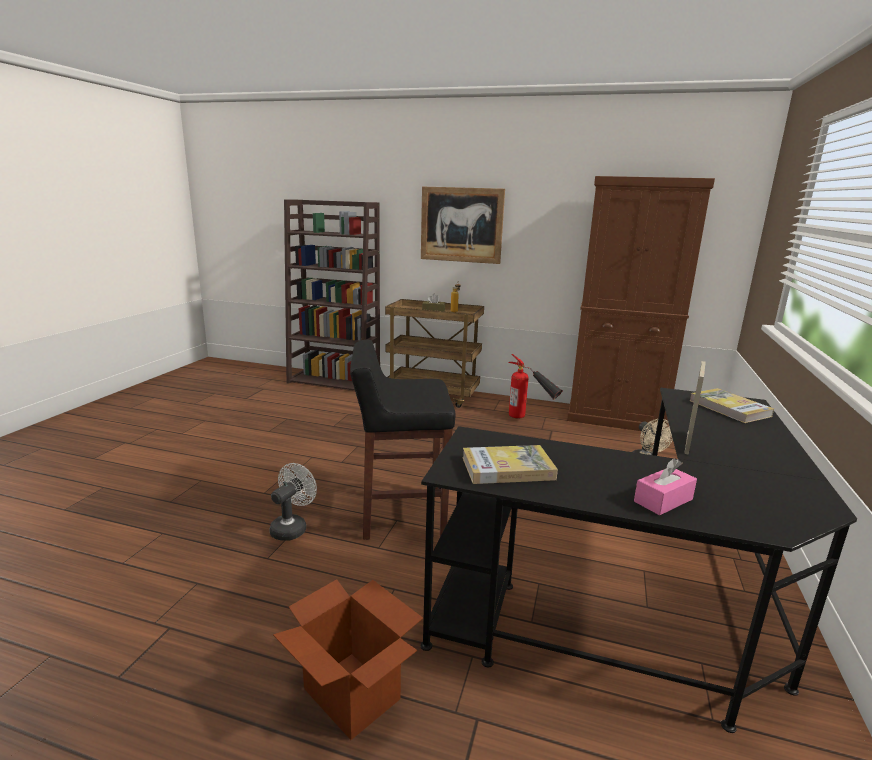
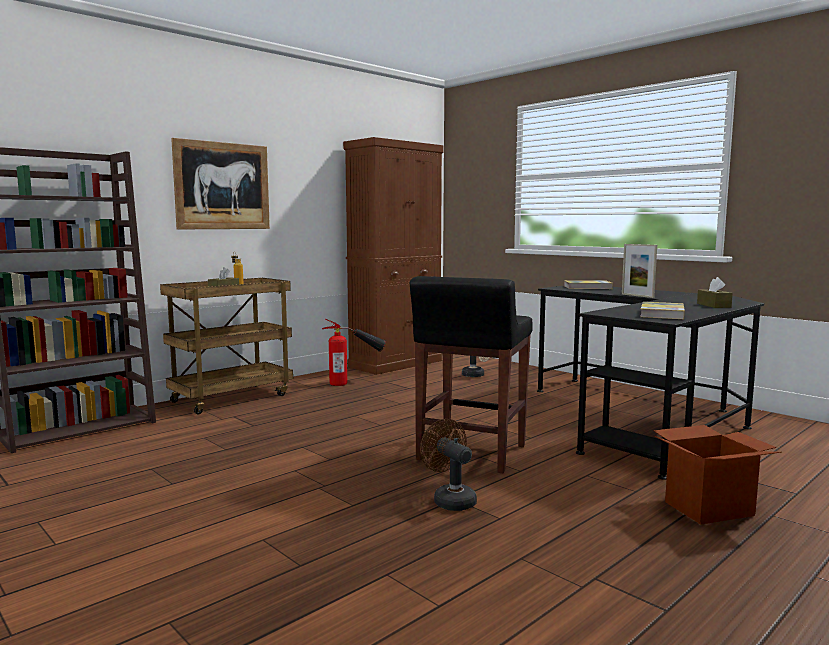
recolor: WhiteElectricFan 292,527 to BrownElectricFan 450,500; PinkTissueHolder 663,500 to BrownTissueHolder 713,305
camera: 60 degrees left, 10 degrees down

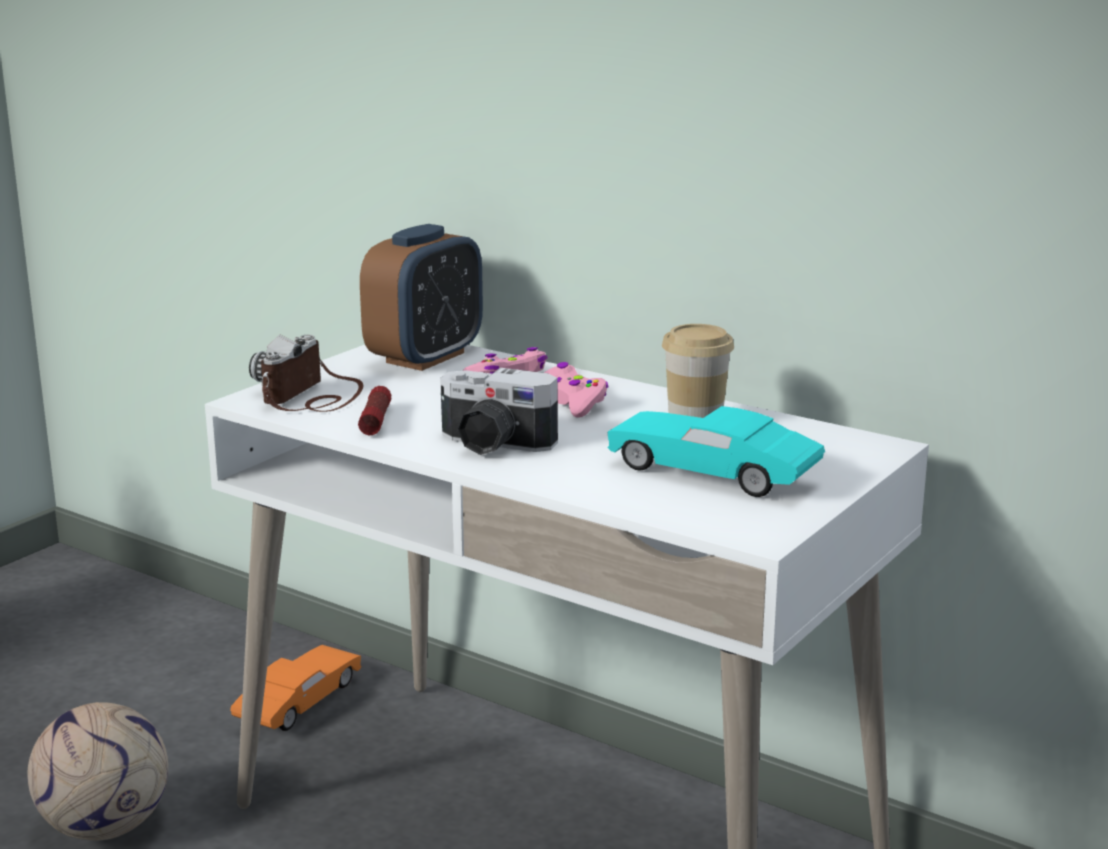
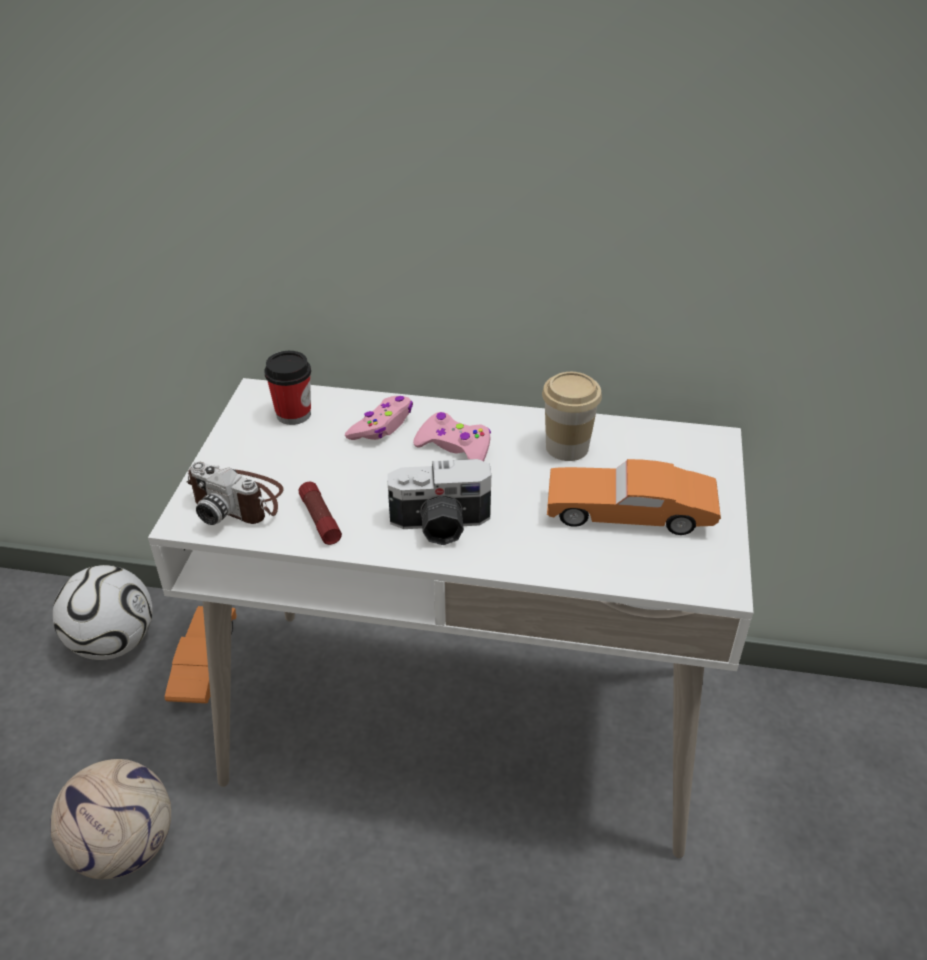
insert: FootballBall 114,643
replace: TableClock 425,357 to Cup 293,414
recolor: TurquoiseToyCar 713,474 to OrangeyToyCar 630,514
rotate: StillCamera 311,397 = 238,500 60 degrees counterclockwise
camera: 25 degrees left, 20 degrees up

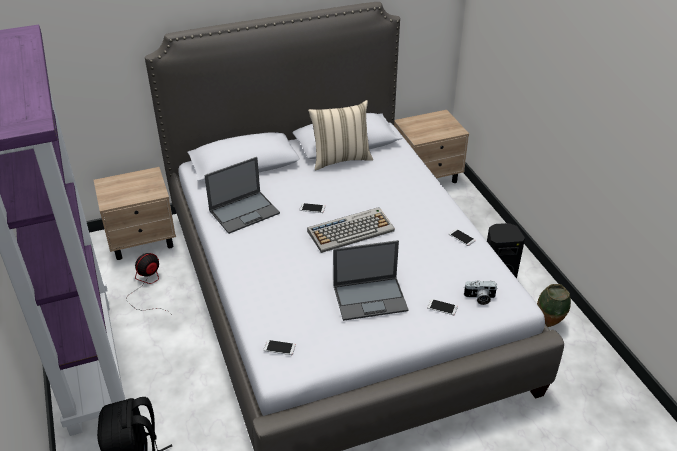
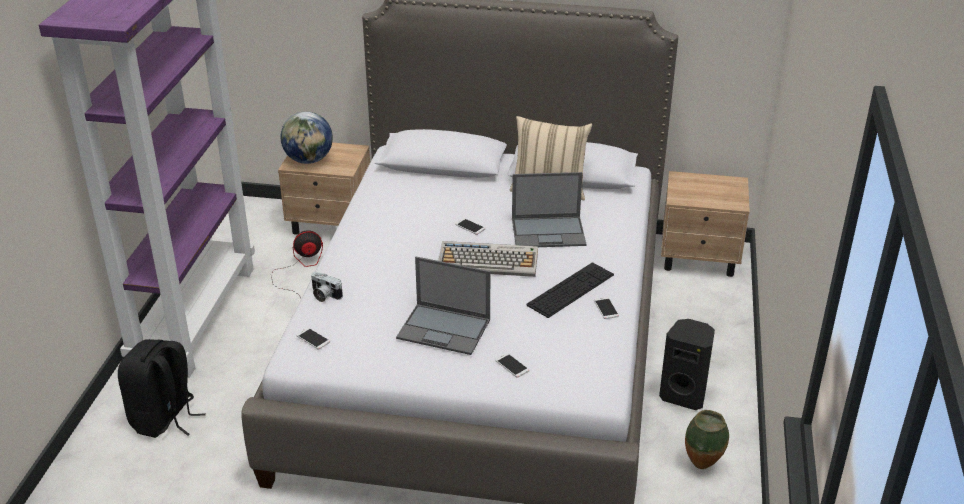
insert: WorldGlobe 309,160; PcKeyboard 571,290
move: StillCamera 479,298 to 324,295; NotebookComputer 245,211 to 549,232
camera: 30 degrees right, 5 degrees down

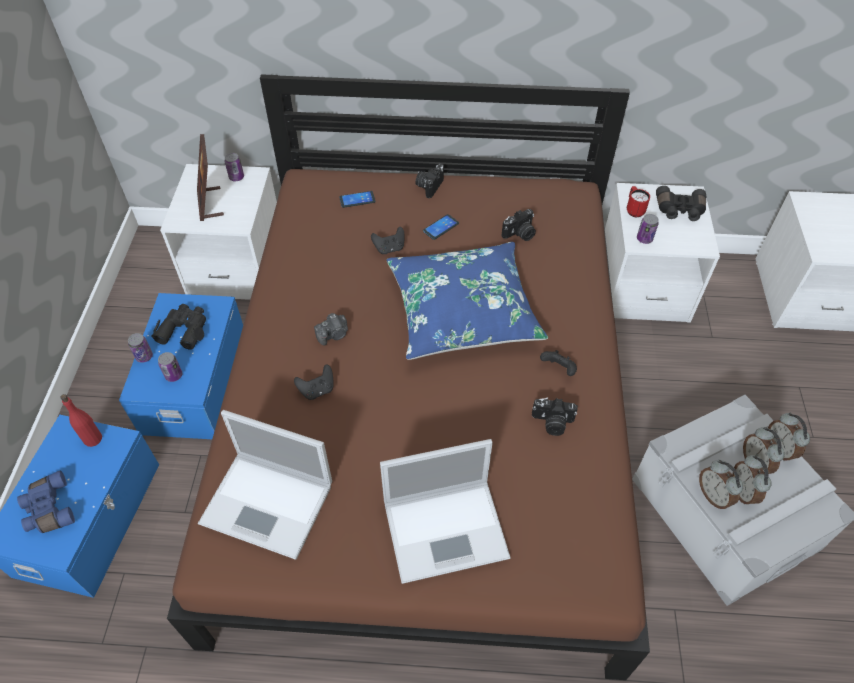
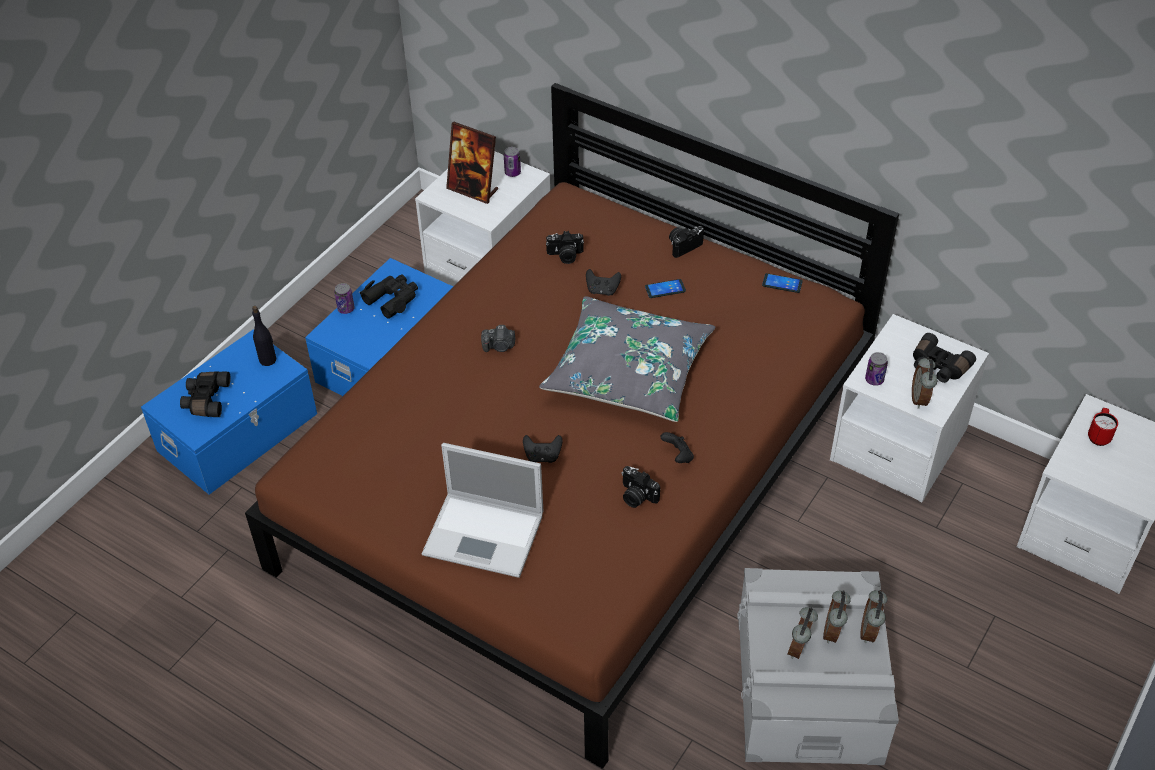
delete: Can 174,375; NotebookComputer 269,504
move: BlackishGameController 317,390 to 542,456; StillCamera 520,234 to 565,256; Phone 357,199 to 782,283; TableClock 713,495 to 920,399; ReddishCoffeeMug 634,210 to 1098,435
recolor: BlueColouredPairOfBinoculars 48,509 to BlackishPairOfBinoculars 205,400; ReddishDrinkBottle 93,438 to BlackishDrinkBottle 268,360; BlueColouredPillow 463,311 to GreyPillow 628,371
rotate: PhotoFrame 210,204 = 473,190 75 degrees counterclockwise
camera: 30 degrees right, 5 degrees down

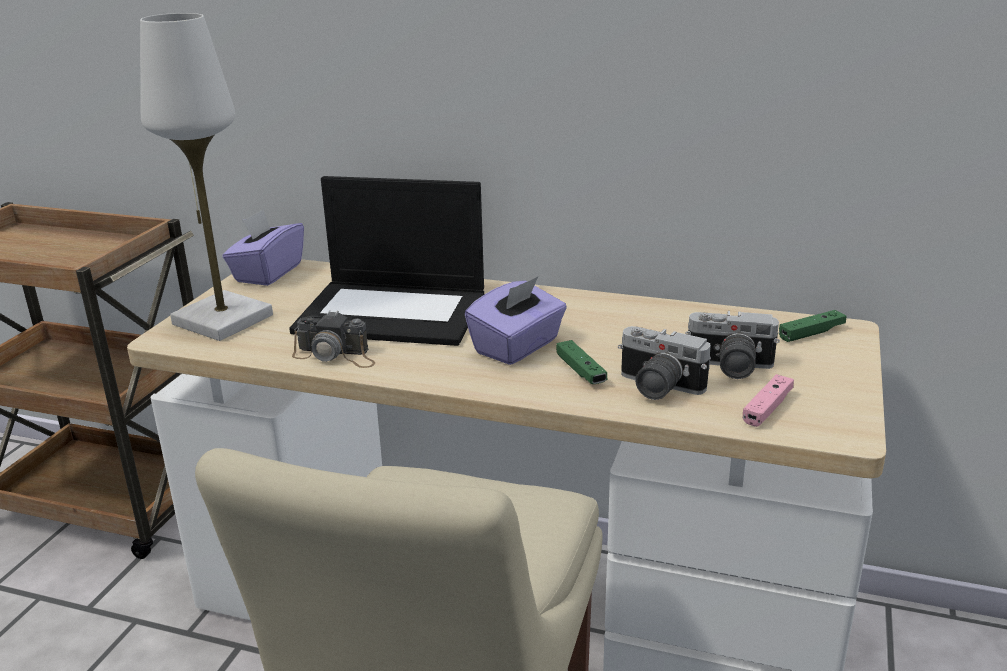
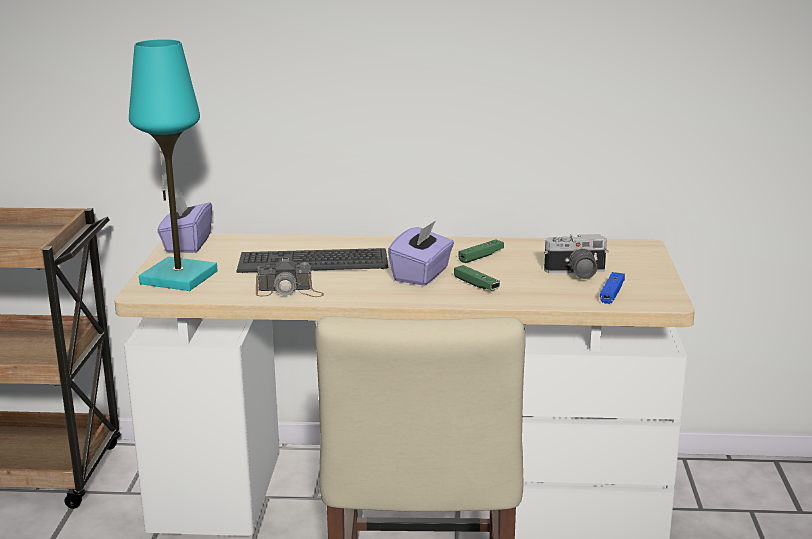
delete: StillCamera 656,388
move: GreenColouredGameController 811,333 to 481,256
replace: NotebookComputer 394,312 to PcKeyboard 313,262
recolor: WhiteLampForATable 222,320 to TurquoiseLampForATable 178,278; PinkGameController 767,408 to BlueColouredGameController 612,293
camera: 15 degrees left, 5 degrees down

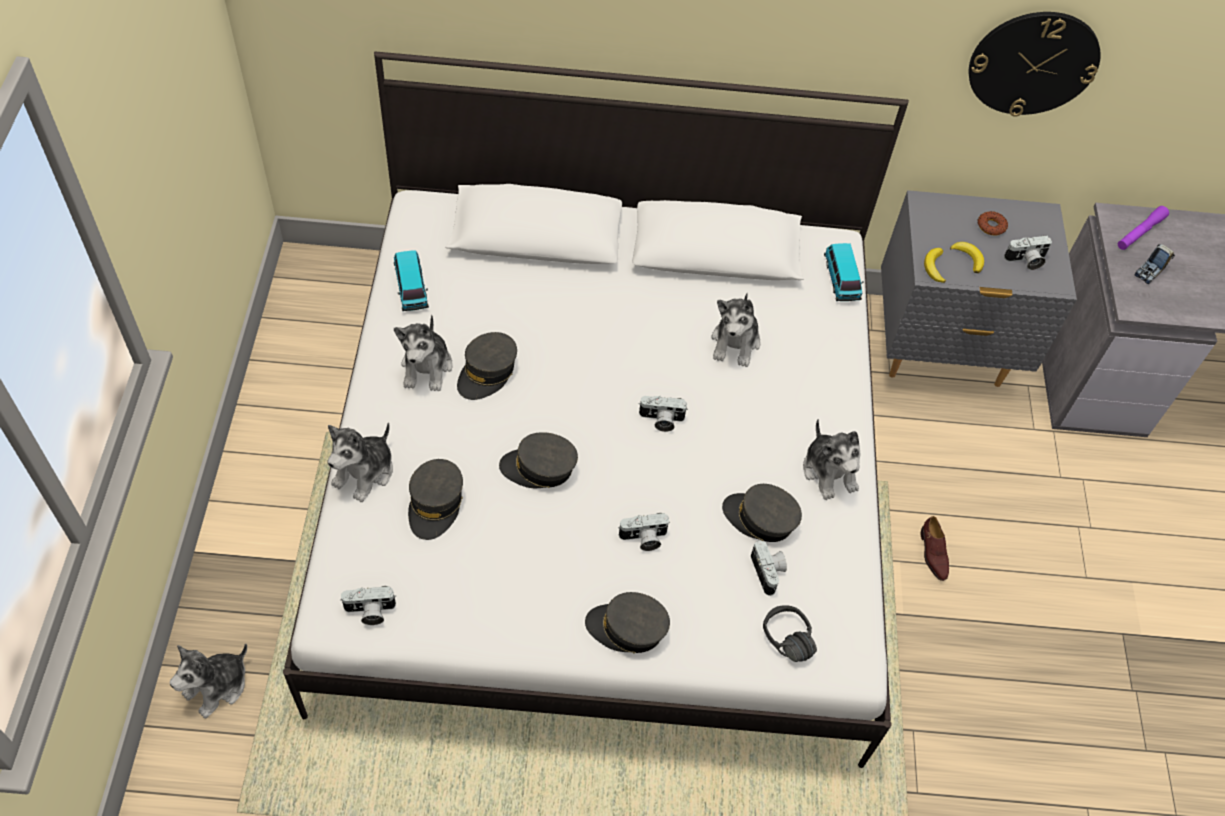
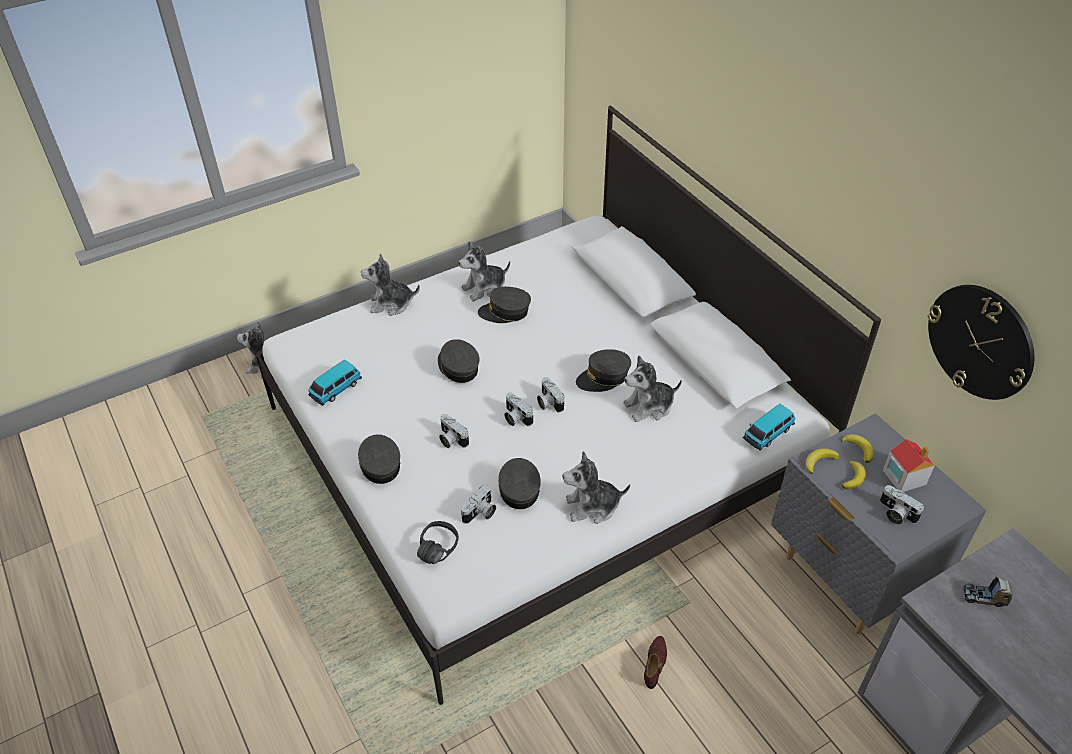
delete: PurpleHandTorch 1140,232
insert: BananaFruit 859,449
move: ToyCar 411,288 to 336,389; StillCamera 369,612 to 515,417; GreyPeakedCap 435,504 to 603,377
replace: Doughnut 991,226 to MiniatureHouse 903,477
rotate: PlushToy 829,471 = 593,506 45 degrees clockwise; BrownItemOfFootwear 933,554 = 655,663 150 degrees clockwise
camera: 60 degrees right, 10 degrees down

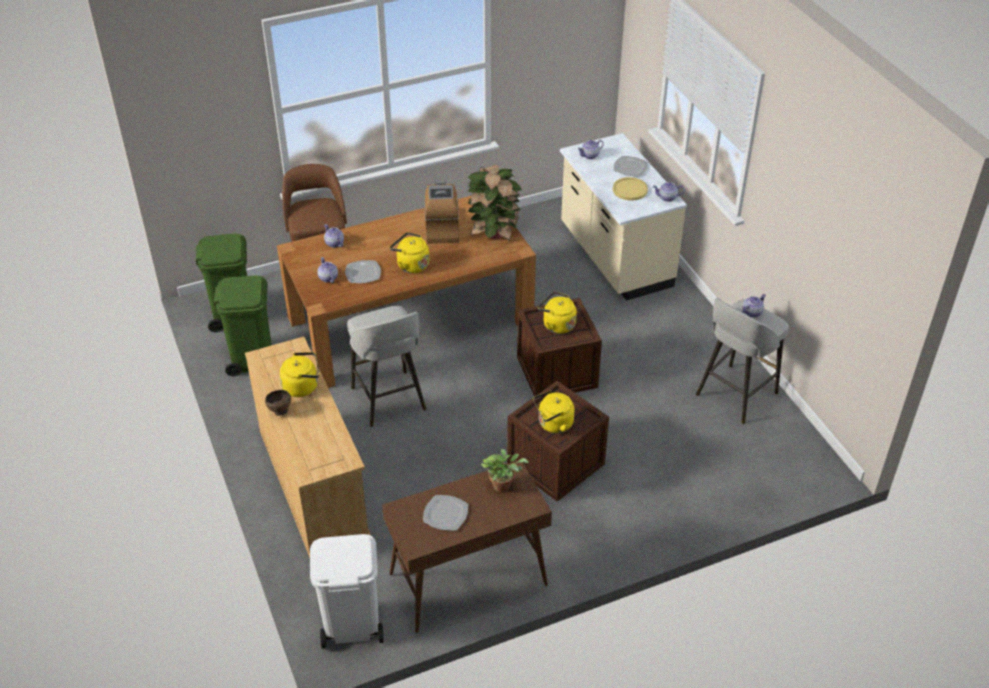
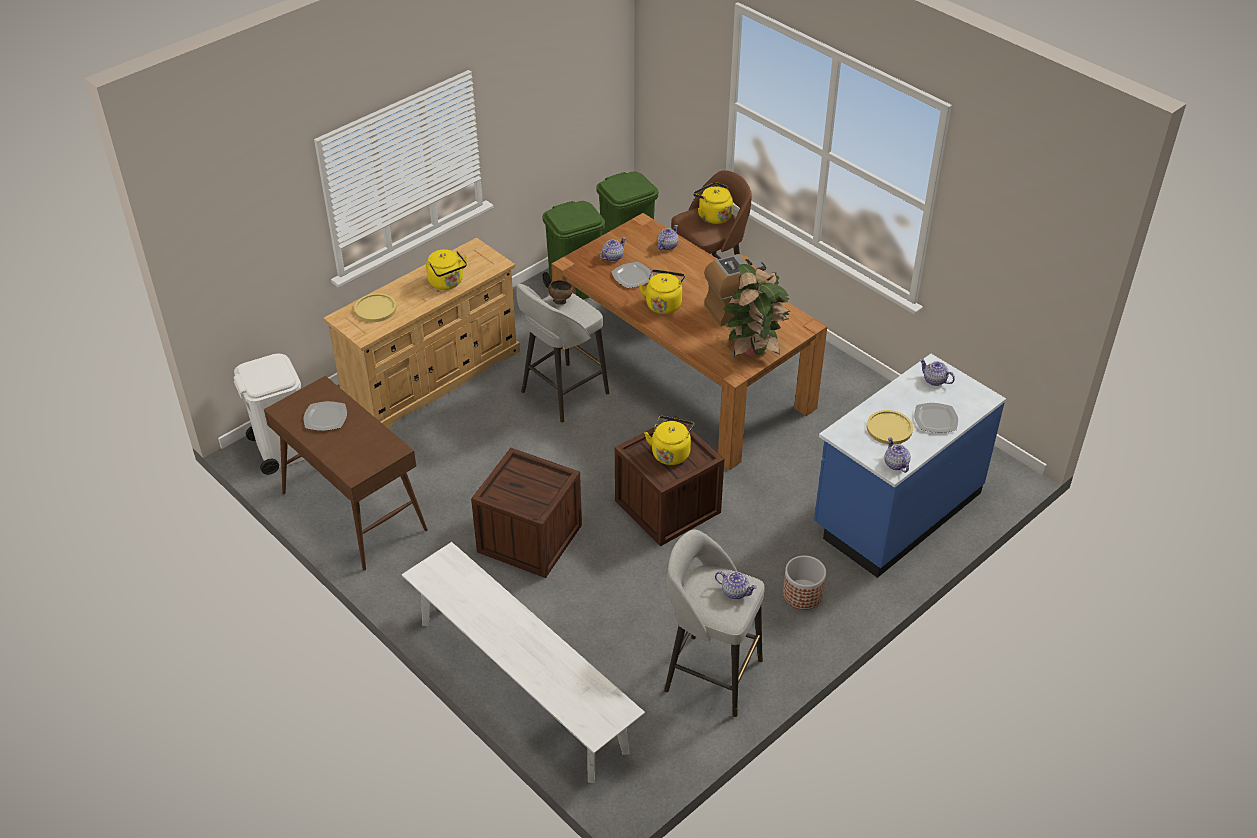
delete: Houseplant 504,485
insert: YellowColouredFlatDish 375,309; WhiteBench 521,685; FlowerPot 803,594
move: BrownDeepDish 279,411 to 560,301; YellowColouredWaterKettle 553,424 to 713,216
recolor: SandColouredCounter 614,257 to BlueColouredCounter 896,510
camera: 70 degrees right, 0 degrees up

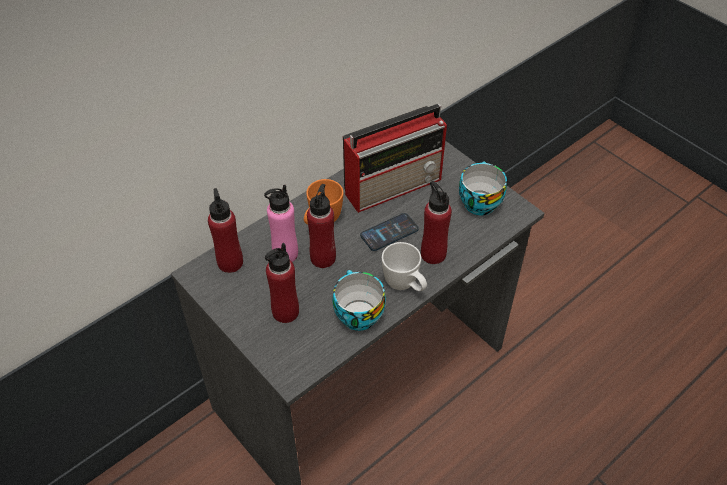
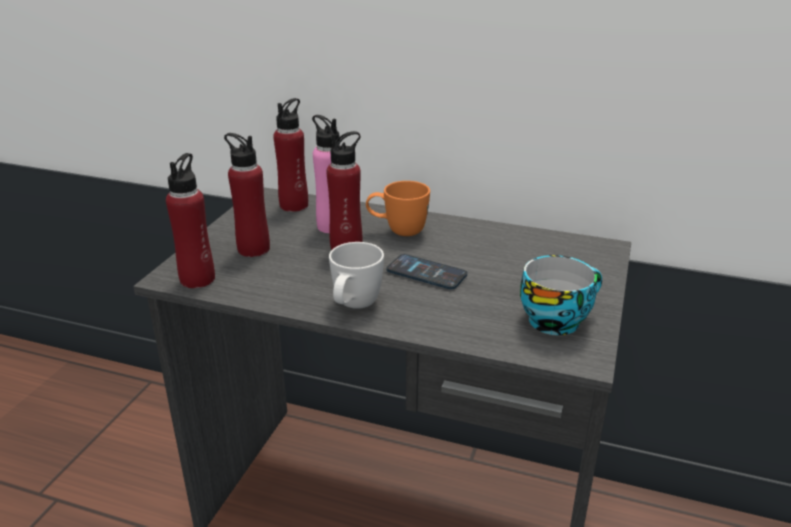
delete: Cup 356,314; RadioSet 394,185
move: ReddishDrinkBottle 433,254 to 197,279
camera: 60 degrees right, 20 degrees down

